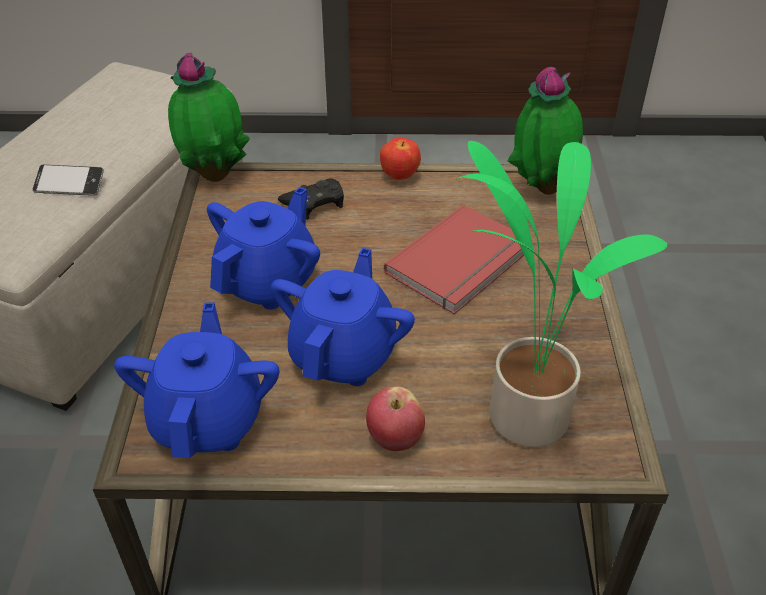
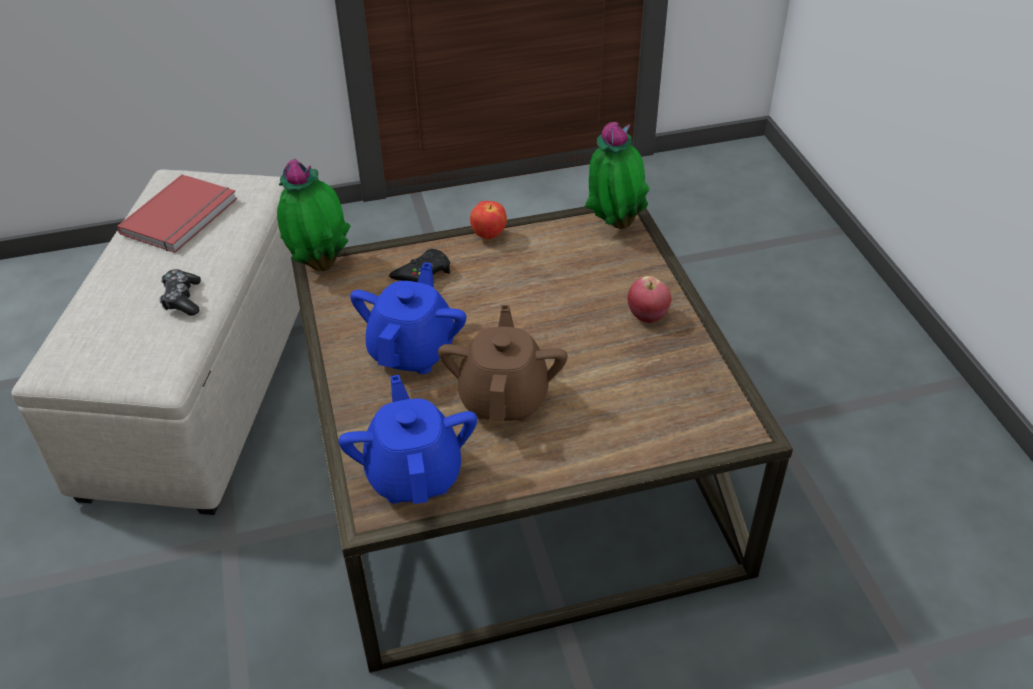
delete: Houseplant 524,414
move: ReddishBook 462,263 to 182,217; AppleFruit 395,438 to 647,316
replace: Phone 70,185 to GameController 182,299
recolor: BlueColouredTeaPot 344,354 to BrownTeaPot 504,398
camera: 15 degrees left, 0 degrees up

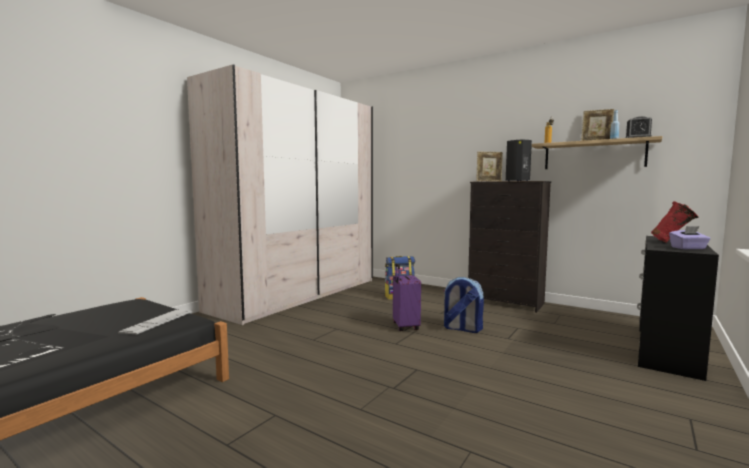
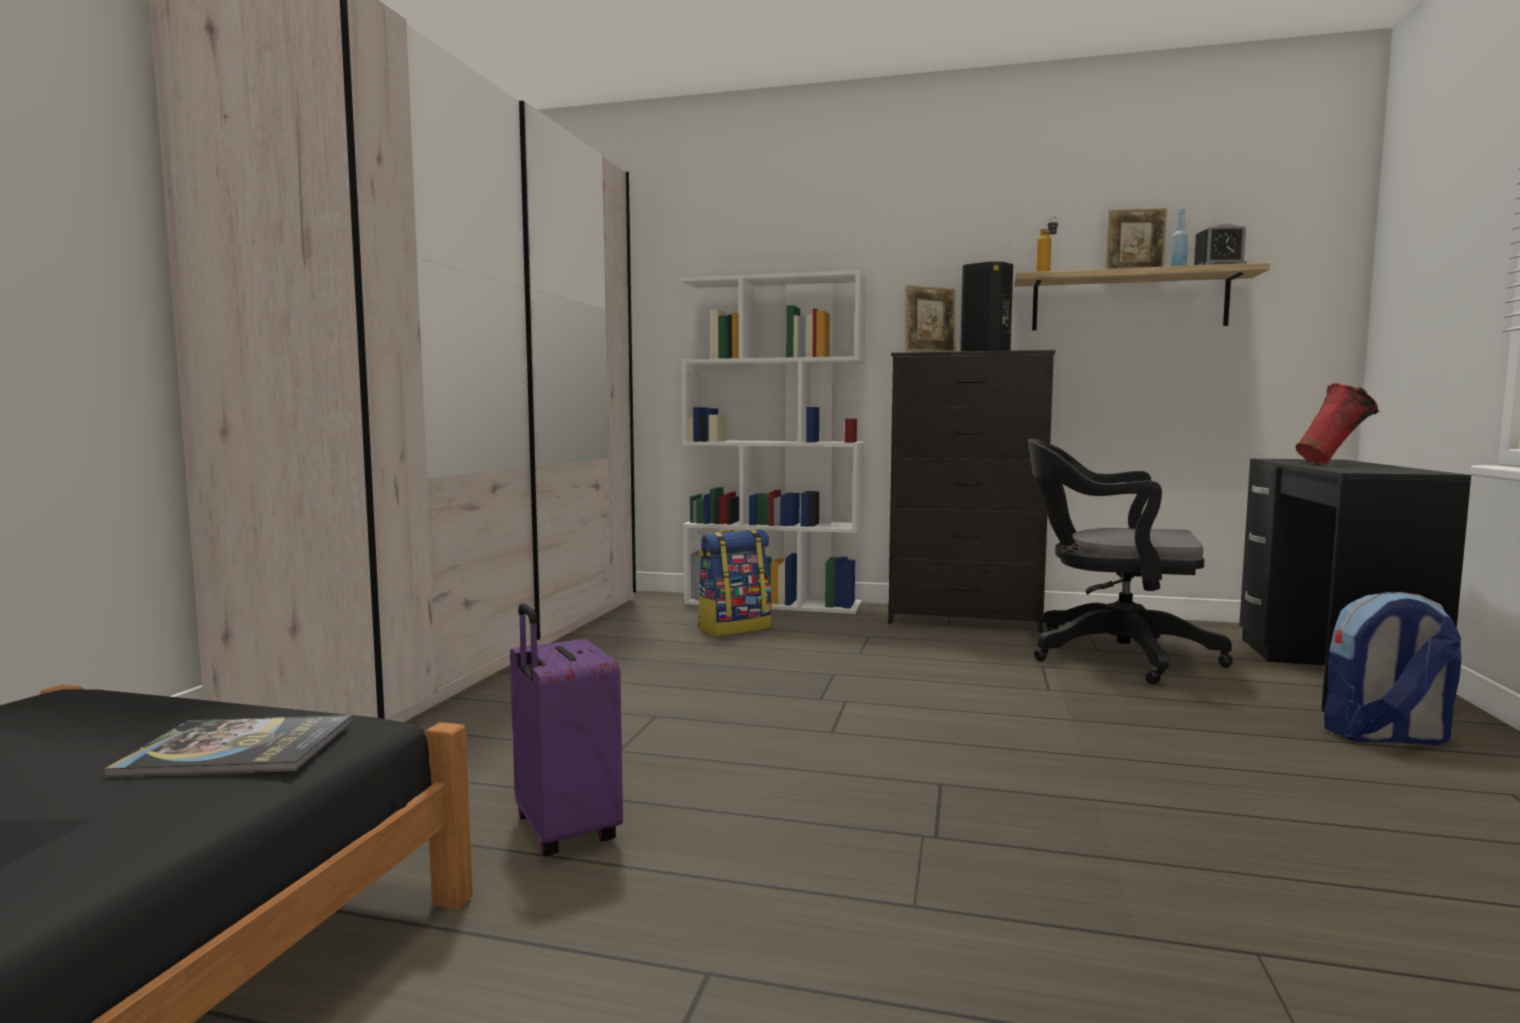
delete: PurpleTissueHolder 688,248
insert: WhiteBookshelf 774,603; BlackishDeskChair 1111,655
move: PurplePieceOfLuggage 405,327 to 563,831; Rucksack 461,328 to 1384,736
replace: PcKeyboard 158,322 to Book 238,749
camera: 20 degrees left, 0 degrees up

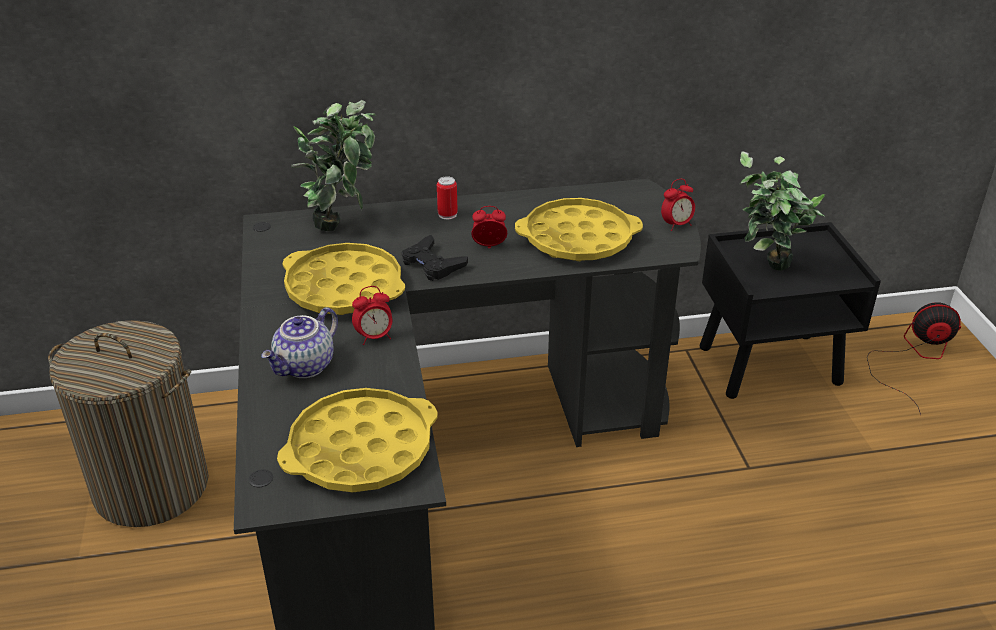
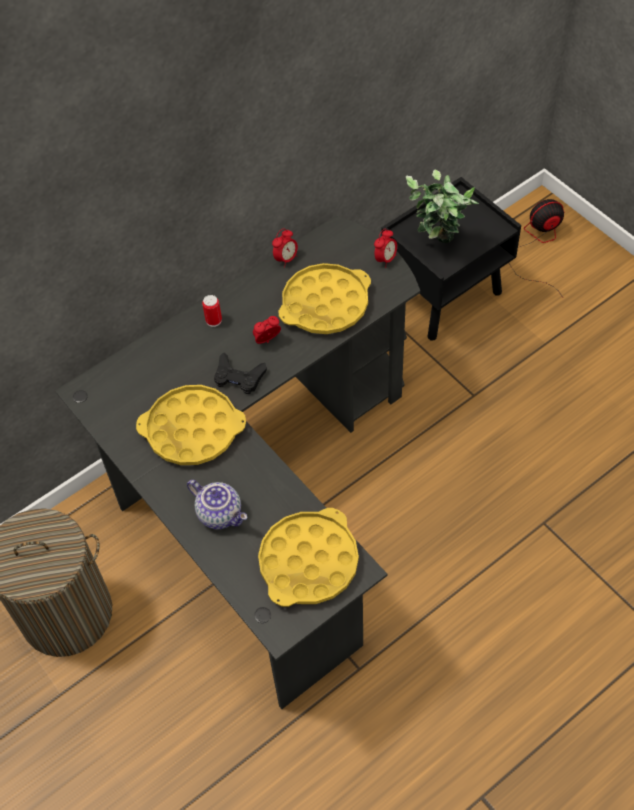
delete: Houseplant 343,224
move: TableClock 374,337 to 286,259
rotate: TeaPot 305,367 = 221,513 60 degrees counterclockwise
camera: 25 degrees left, 20 degrees up

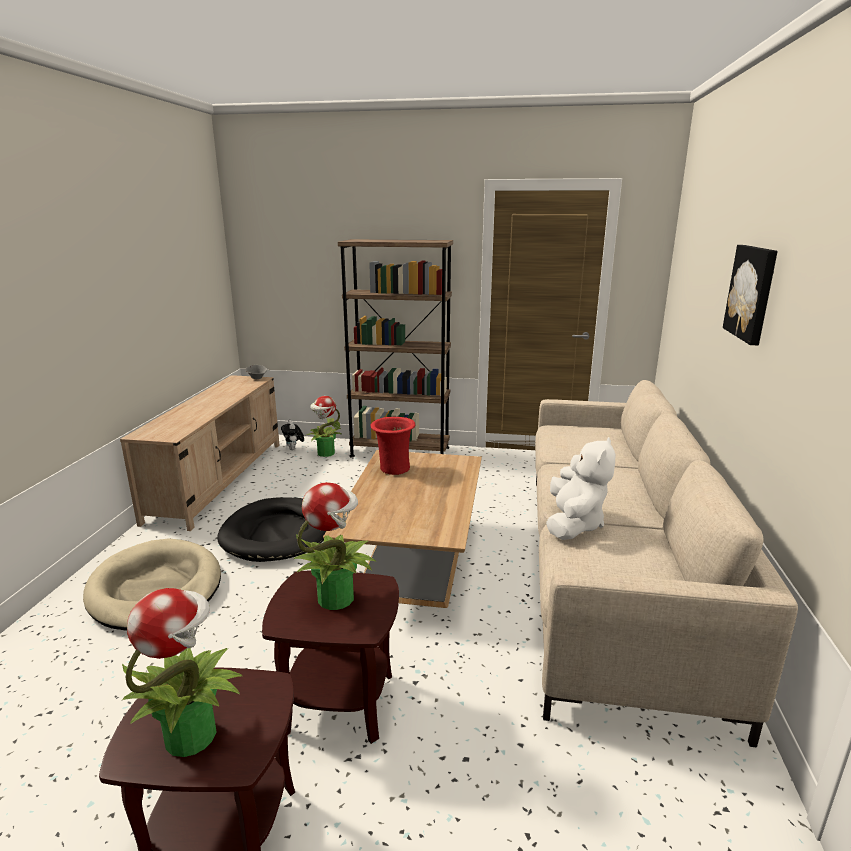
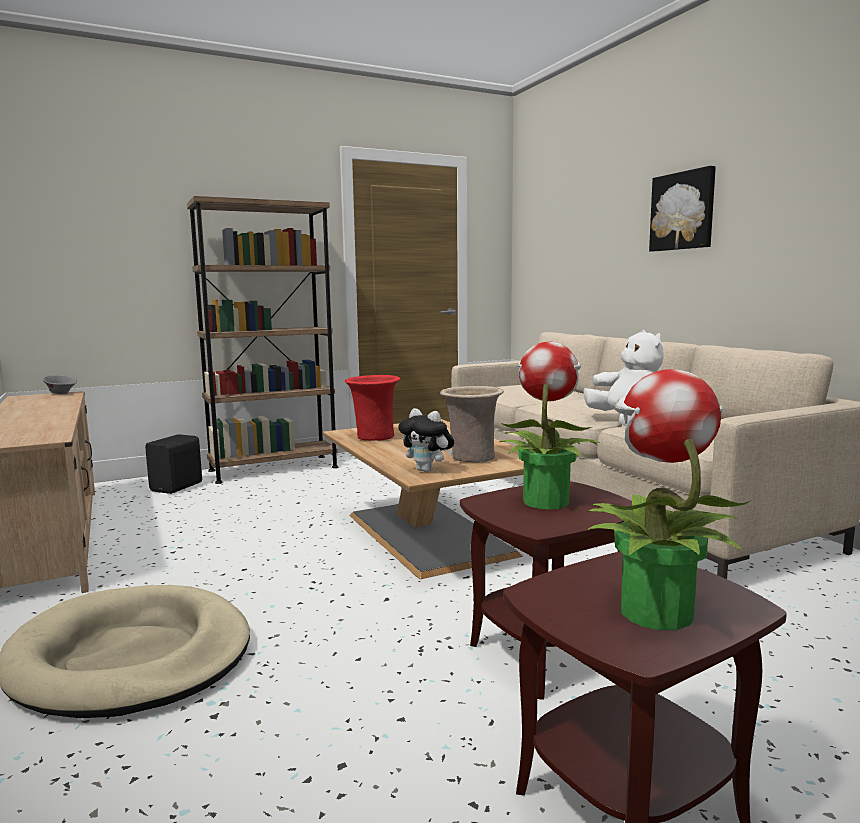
delete: BlackishDogCushion 279,533
insert: SandColouredFlowerVase 471,458
move: PlushToy 294,449 to 428,470
replace: Houseplant 325,453 to BlackishLoudspeaker 178,487
camera: 35 degrees left, 10 degrees down

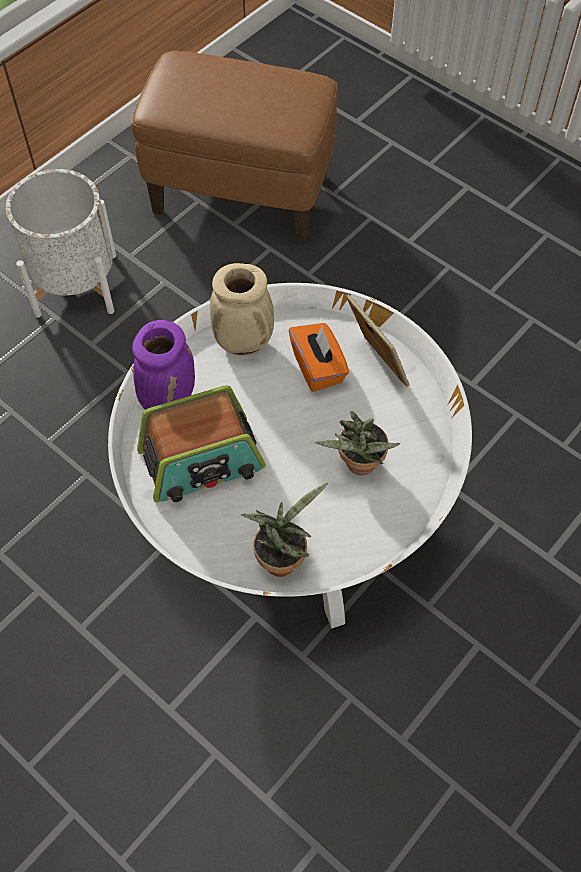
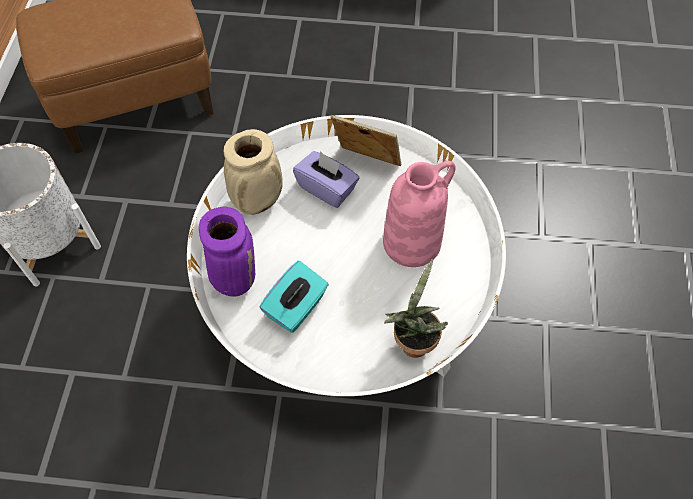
replace: RadioSet 202,461 to TurquoiseTissueHolder 296,307; Houseplant 358,466 to PinkFlowerVase 412,242
recolor: OrangeyTissueHolder 318,367 to PurpleTissueHolder 327,188
camera: 35 degrees left, 0 degrees up

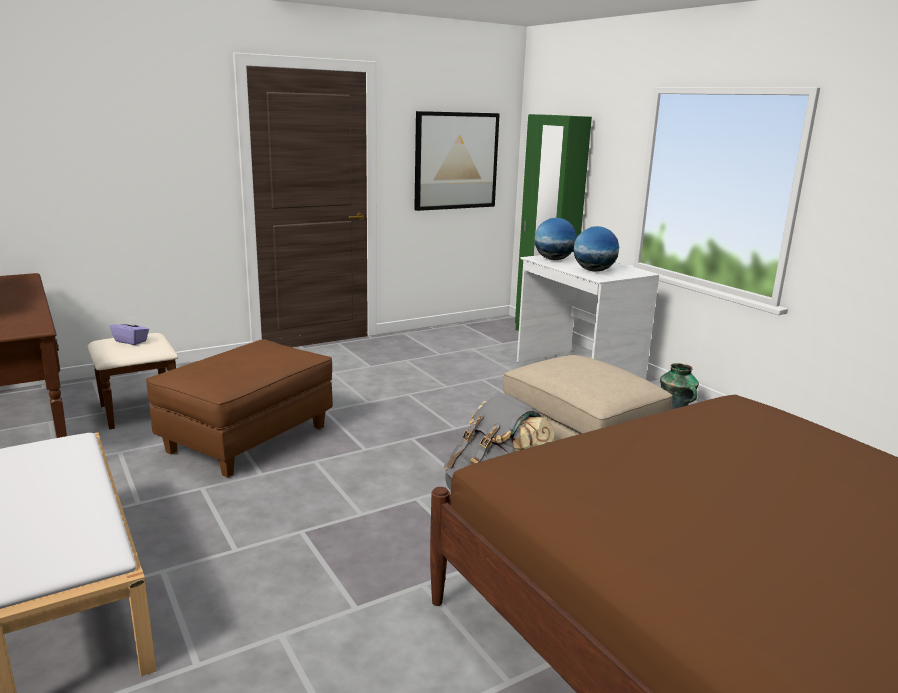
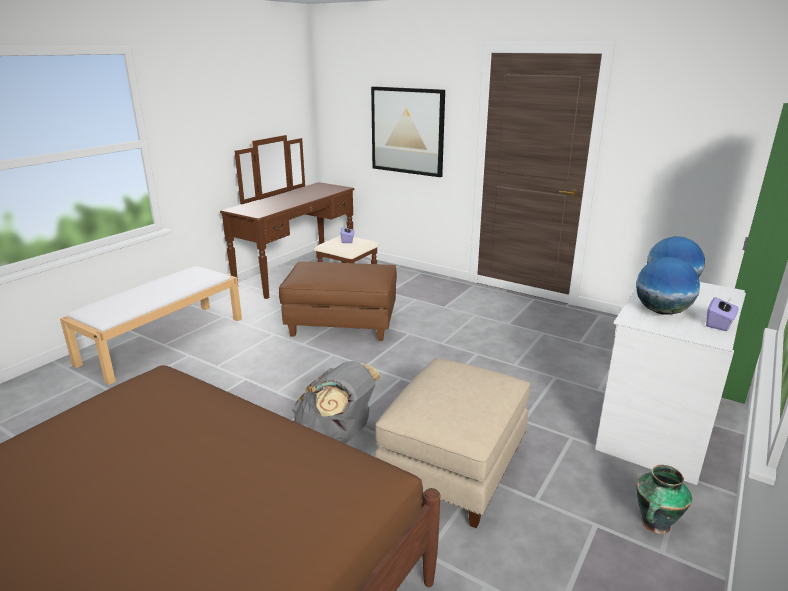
insert: PurpleTissueHolder 719,324
move: WallArt 456,161 to 407,131
camera: 65 degrees right, 5 degrees up

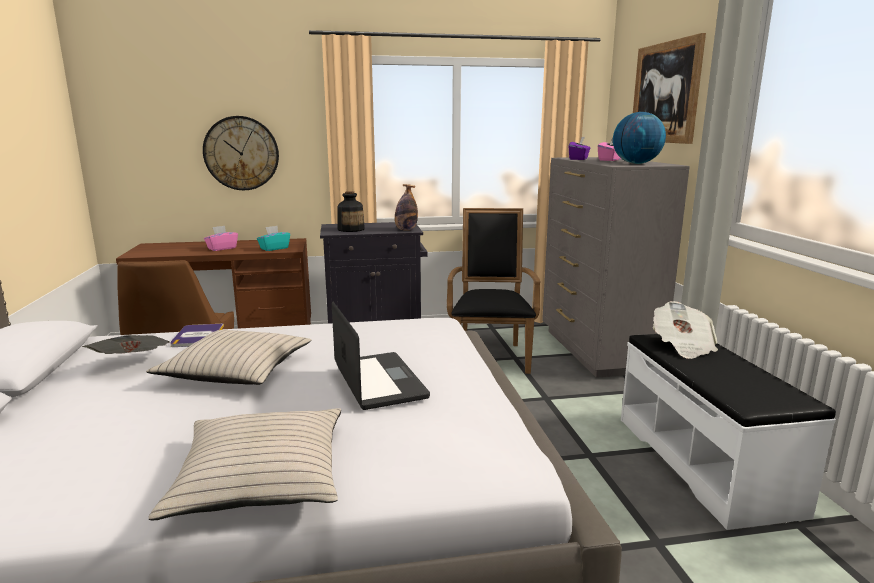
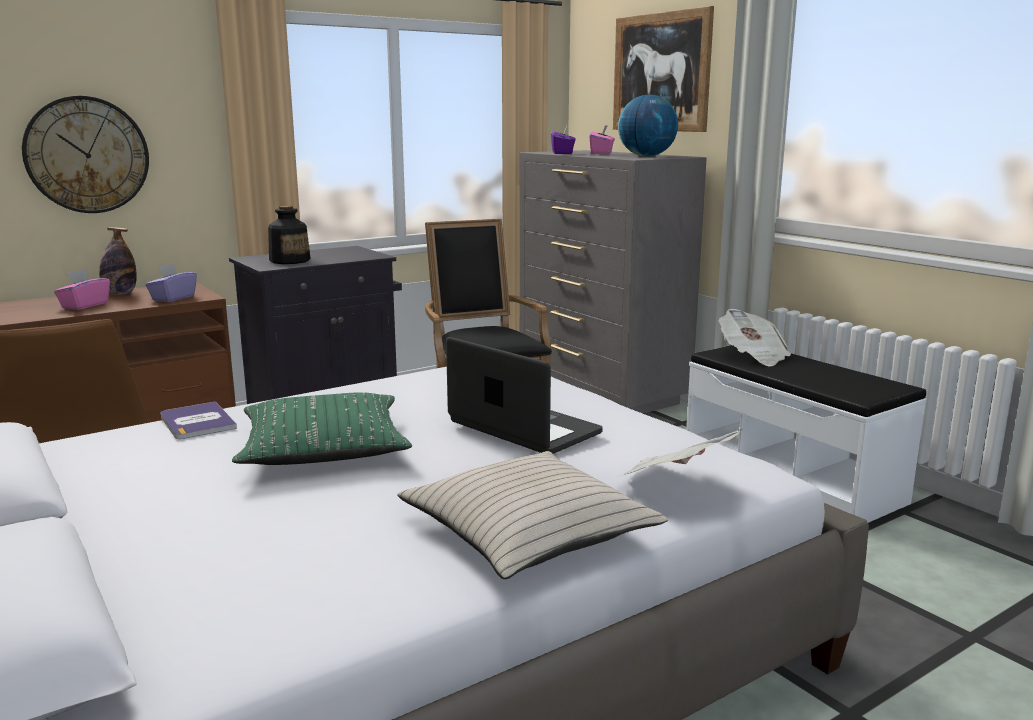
move: DrinkBottle 406,230 to 120,294; DailyPaper 133,364 to 676,484
recolor: TurquoiseTissueHolder 274,248 to PurpleTissueHolder 173,298; SandColouredPillow 236,371 to GreenColouredPillow 323,448
camera: 25 degrees left, 0 degrees up

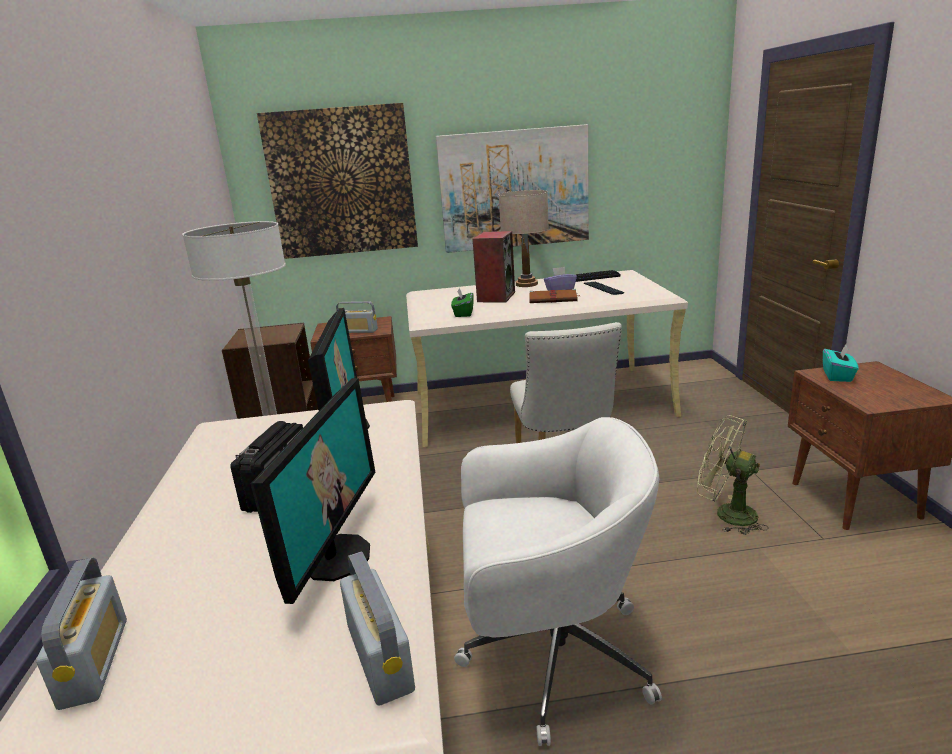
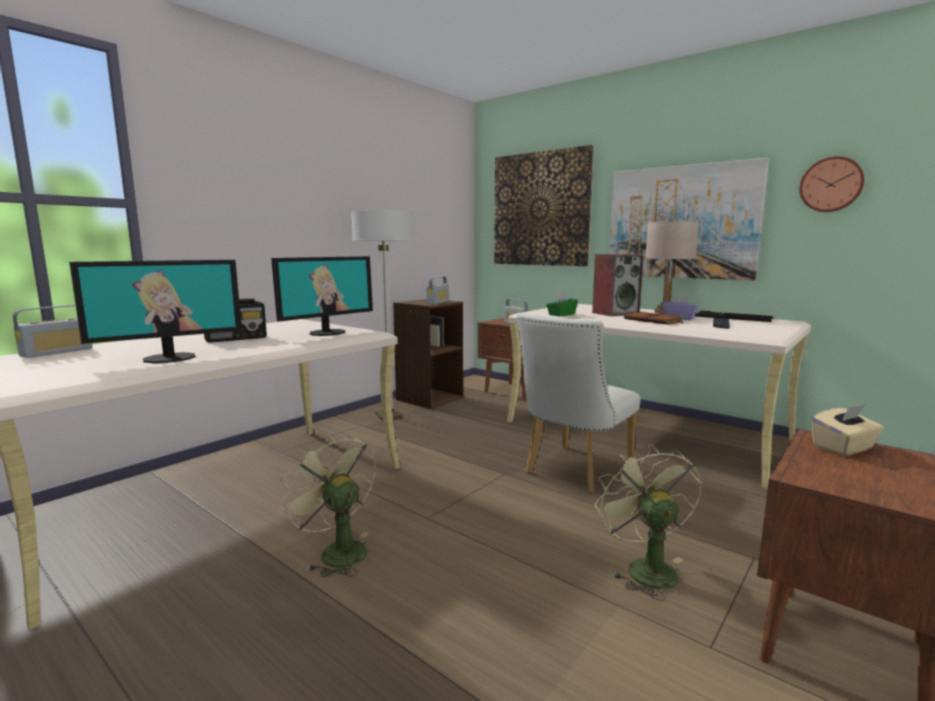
insert: ClockOnTheWall 831,185
move: RadioSet 379,657 to 438,302
replace: WhiteDeskChair 552,657 to GreenColouredElectricFan 336,551
recolor: TurquoiseTissueHolder 837,376 to SandColouredTissueHolder 844,448
camera: 45 degrees right, 10 degrees down

